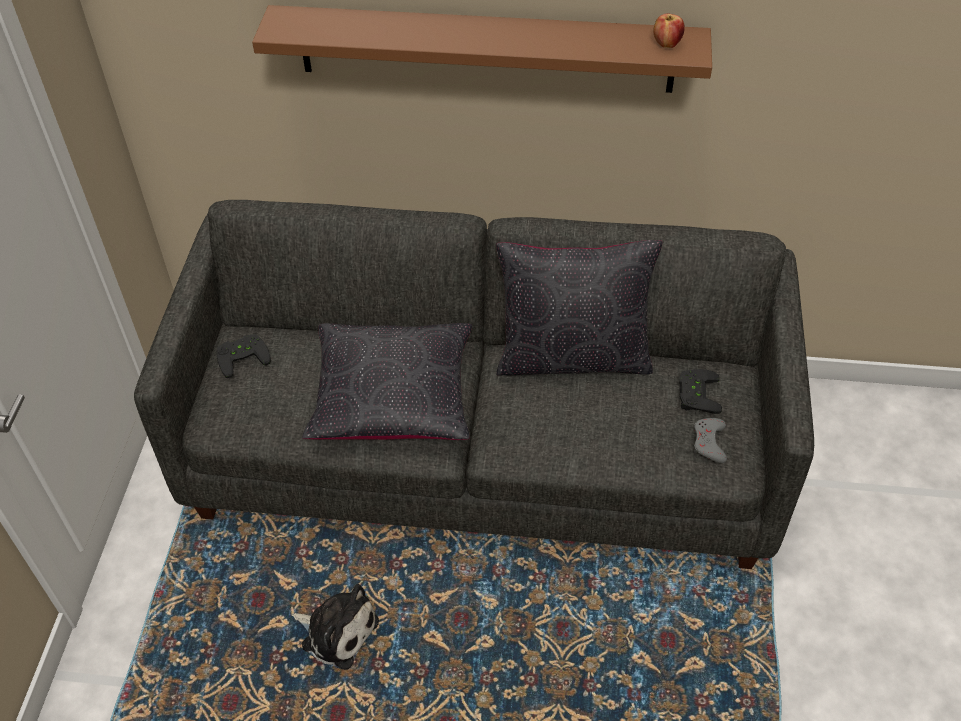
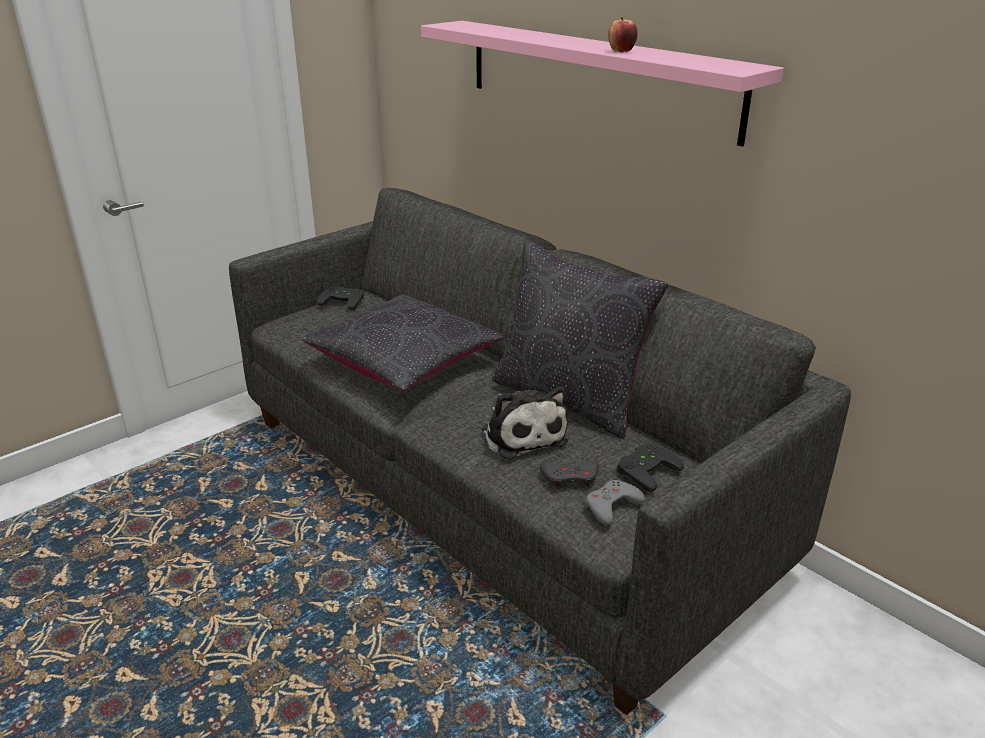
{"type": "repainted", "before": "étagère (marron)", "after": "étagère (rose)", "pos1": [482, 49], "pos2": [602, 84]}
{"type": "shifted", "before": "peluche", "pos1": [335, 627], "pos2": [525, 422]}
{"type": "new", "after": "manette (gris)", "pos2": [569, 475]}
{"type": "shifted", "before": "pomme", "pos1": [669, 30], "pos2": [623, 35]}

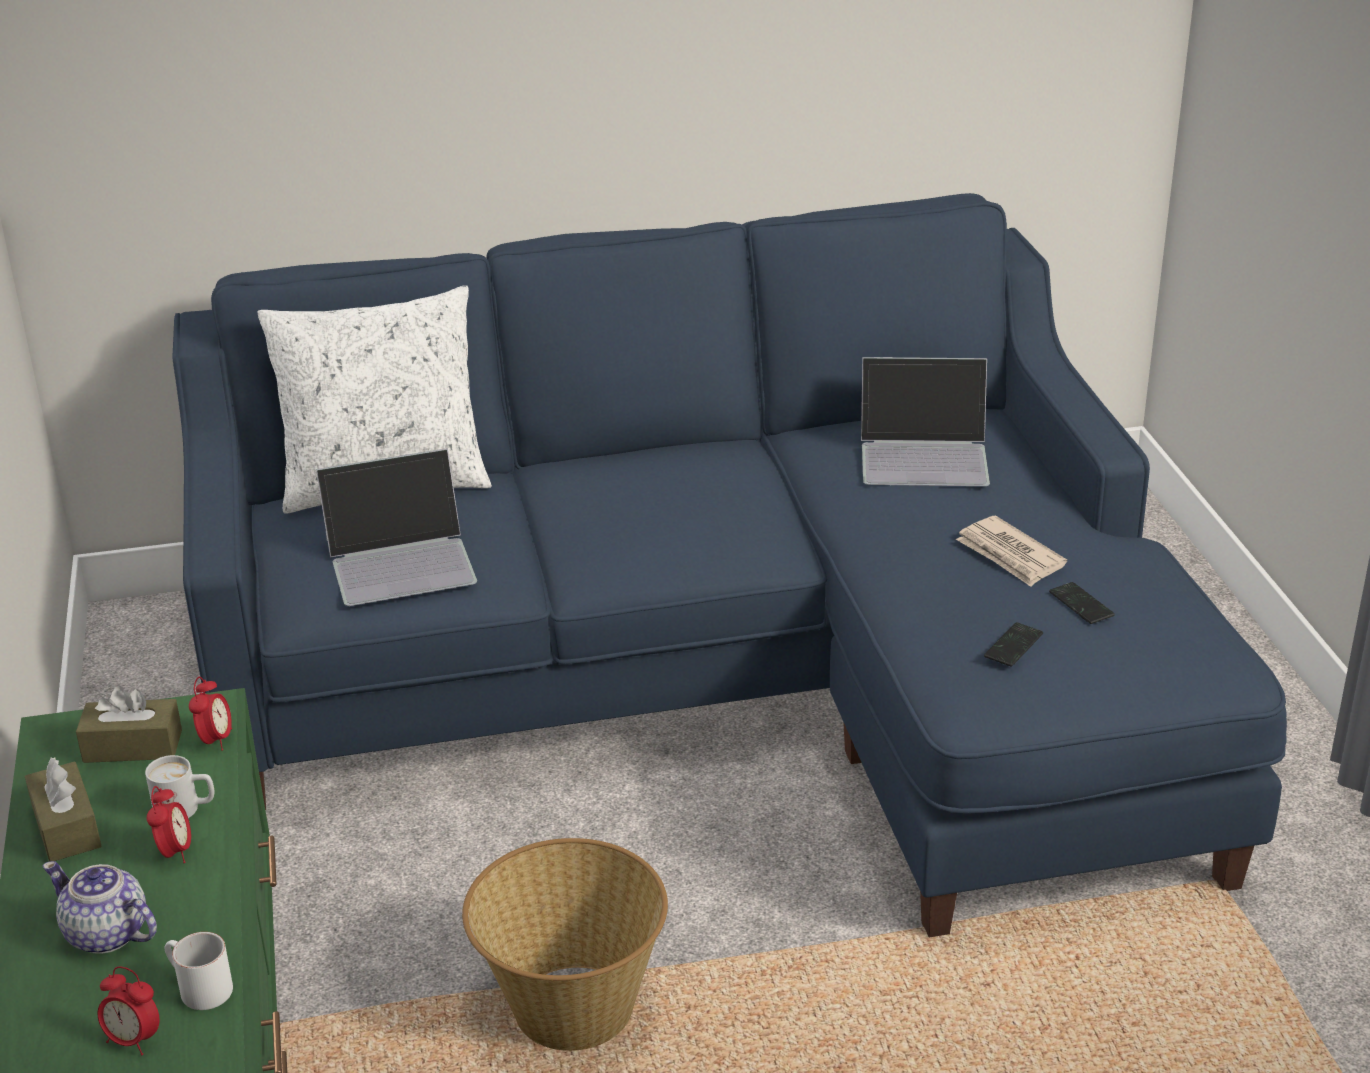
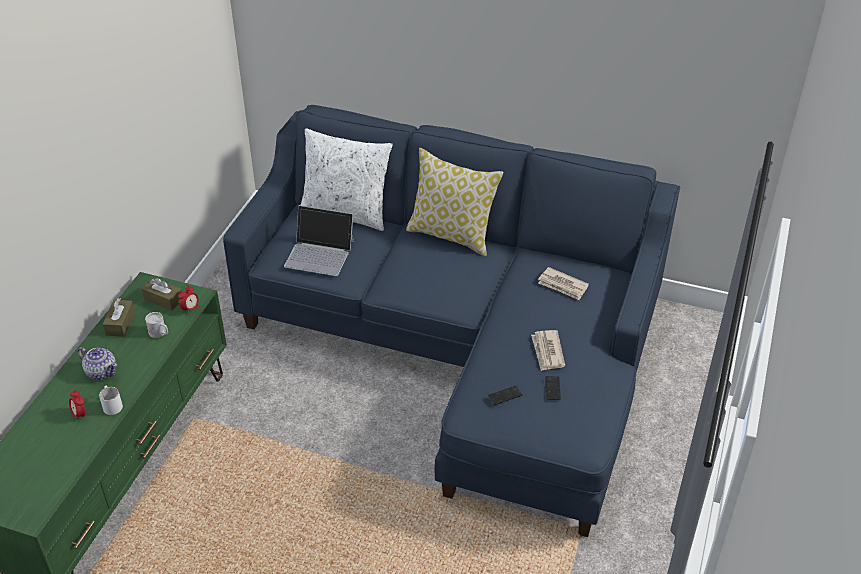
{"type": "rotated", "before": "théière", "pos1": [99, 907], "pos2": [97, 363], "turn": 150}
{"type": "new", "after": "coussin", "pos2": [455, 202]}
{"type": "swapped", "before": "ordinateur portable", "after": "journal", "pos1": [925, 421], "pos2": [563, 283]}
{"type": "gone", "before": "réveil", "pos1": [169, 824]}
{"type": "gone", "before": "panier", "pos1": [565, 944]}

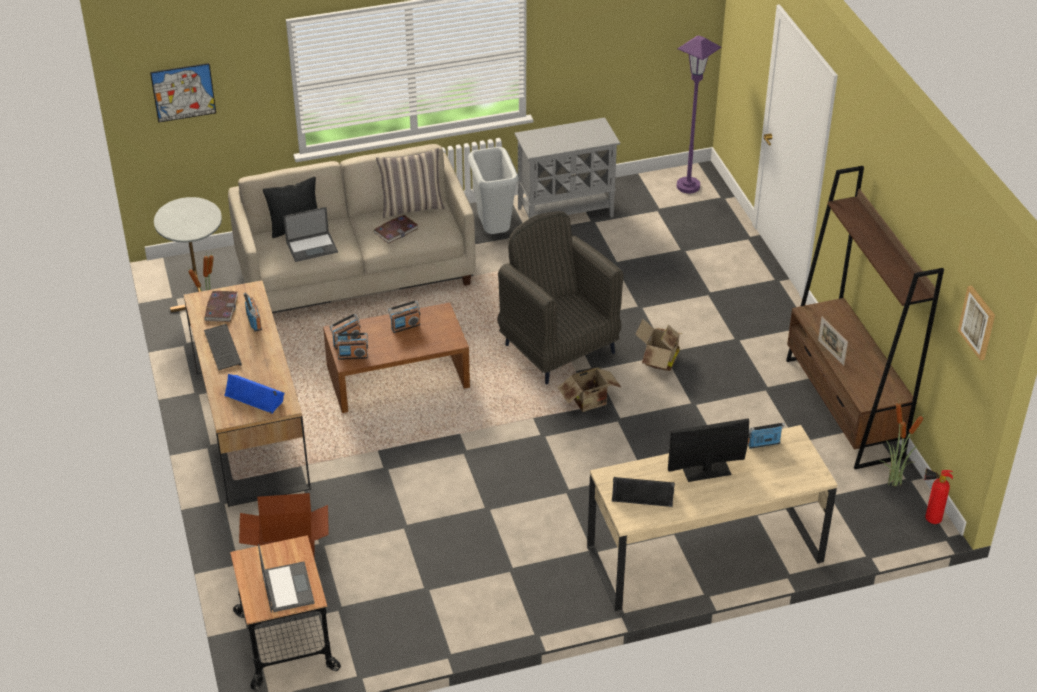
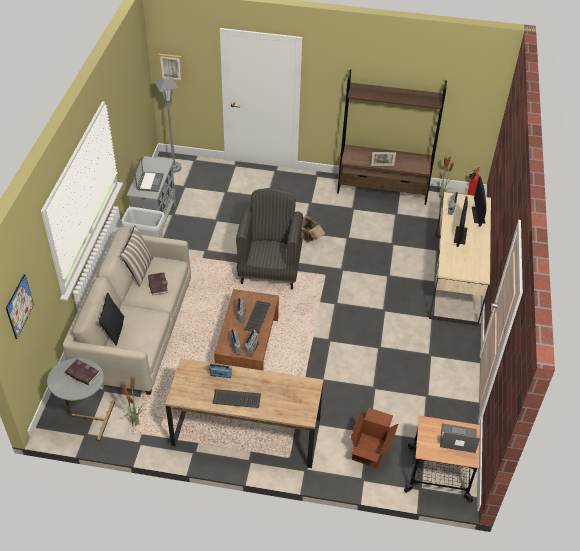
{"type": "shifted", "before": "livre", "pos1": [221, 306], "pos2": [82, 372]}
{"type": "shifted", "before": "ordinateur portable", "pos1": [310, 234], "pos2": [149, 175]}
{"type": "repainted", "before": "lampadaire (violet)", "after": "lampadaire (gris)", "pos1": [699, 114], "pos2": [167, 125]}
{"type": "shifted", "before": "tableau", "pos1": [976, 323], "pos2": [170, 68]}
{"type": "rotated", "before": "fauteuil (gris)", "pos1": [560, 297], "pos2": [269, 238], "turn": 105}
{"type": "new", "after": "clavier", "pos2": [258, 317]}
{"type": "new", "after": "écran d'ordinateur", "pos2": [479, 202]}
{"type": "gone", "before": "enceinte (bleu)", "pos1": [254, 394]}
{"type": "gone", "before": "carton", "pos1": [589, 390]}
{"type": "gone", "before": "enceinte (noir)", "pos1": [643, 492]}

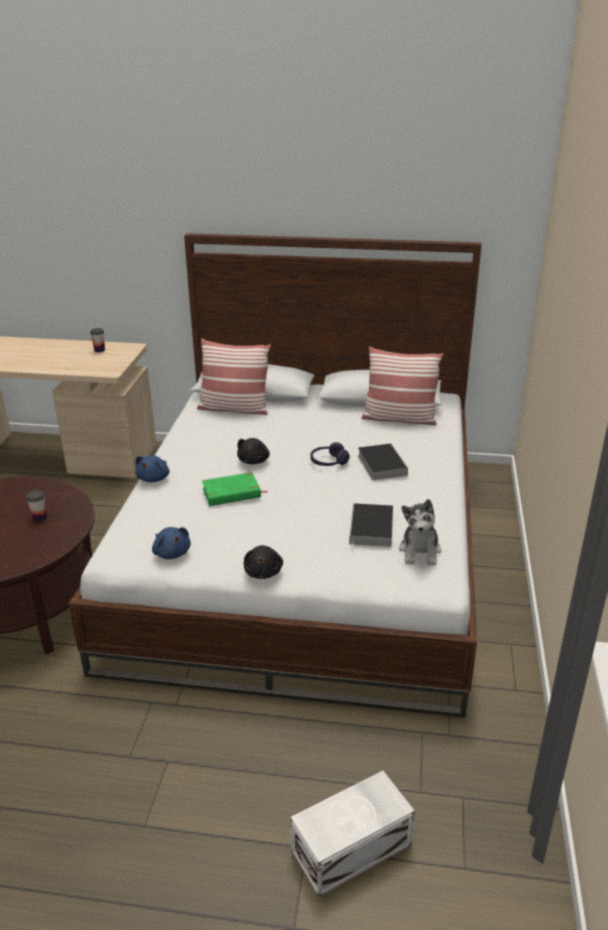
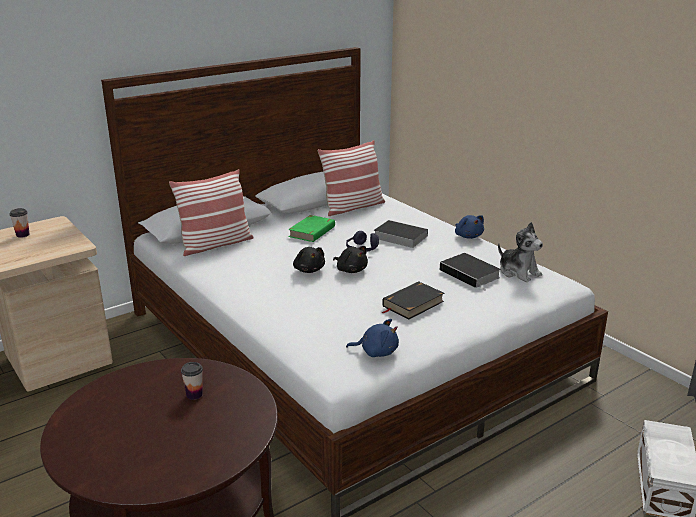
{"type": "shifted", "before": "livre (vert)", "pos1": [235, 489], "pos2": [311, 228]}
{"type": "shifted", "before": "peluche (noir)", "pos1": [263, 562], "pos2": [350, 259]}
{"type": "new", "after": "livre (noir)", "pos2": [412, 300]}
{"type": "shifted", "before": "peluche (bleu)", "pos1": [152, 468], "pos2": [469, 227]}

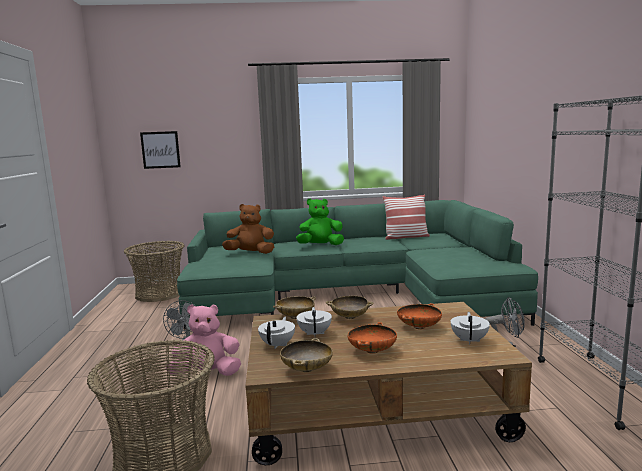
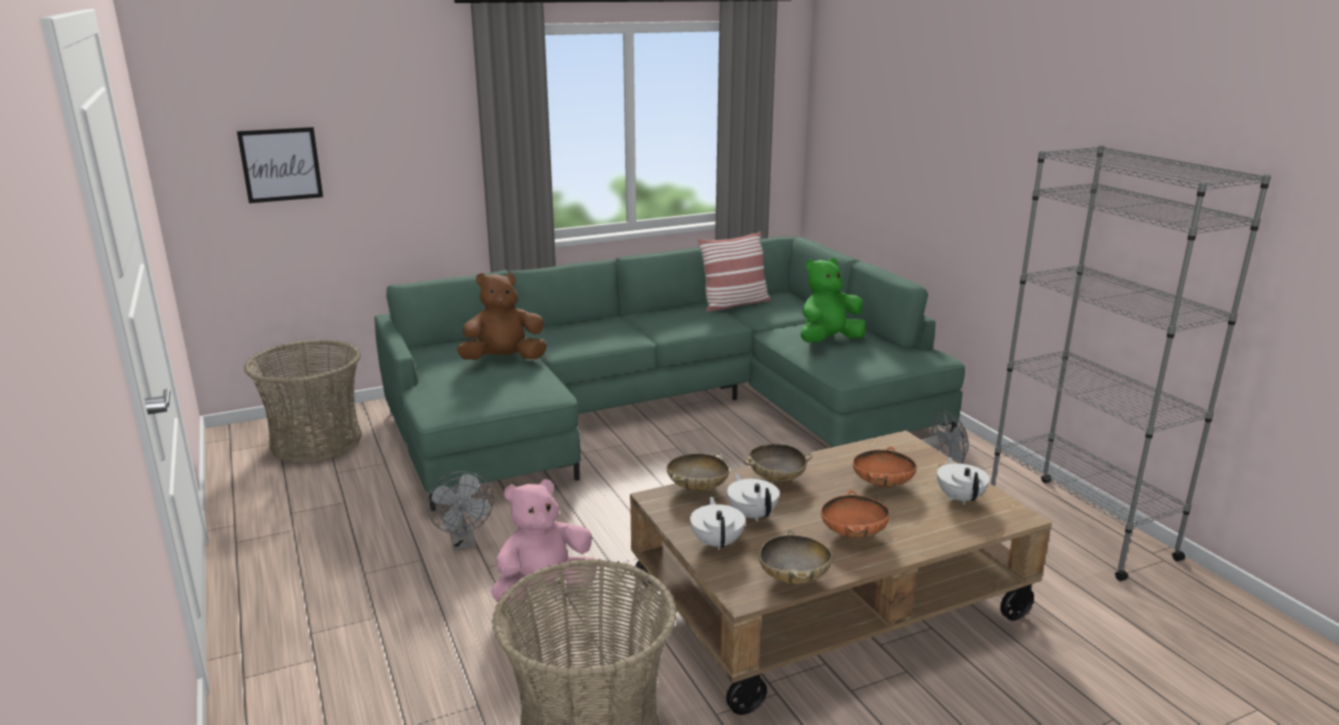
{"type": "shifted", "before": "peluche (vert)", "pos1": [320, 222], "pos2": [833, 300]}

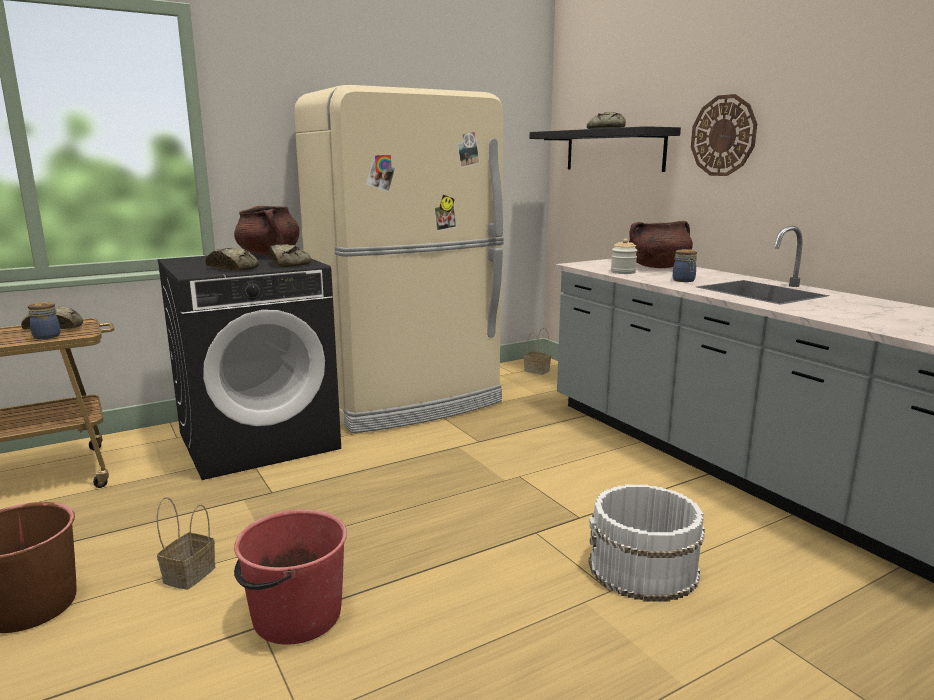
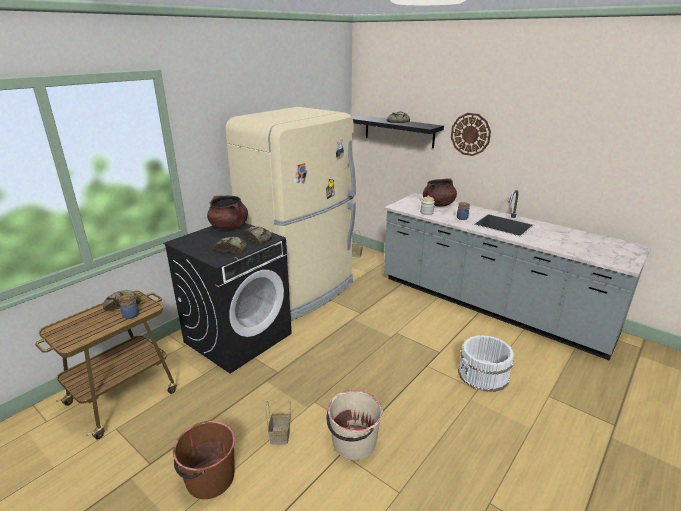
{"type": "repainted", "before": "seau (rouge)", "after": "seau (beige)", "pos1": [290, 577], "pos2": [355, 425]}

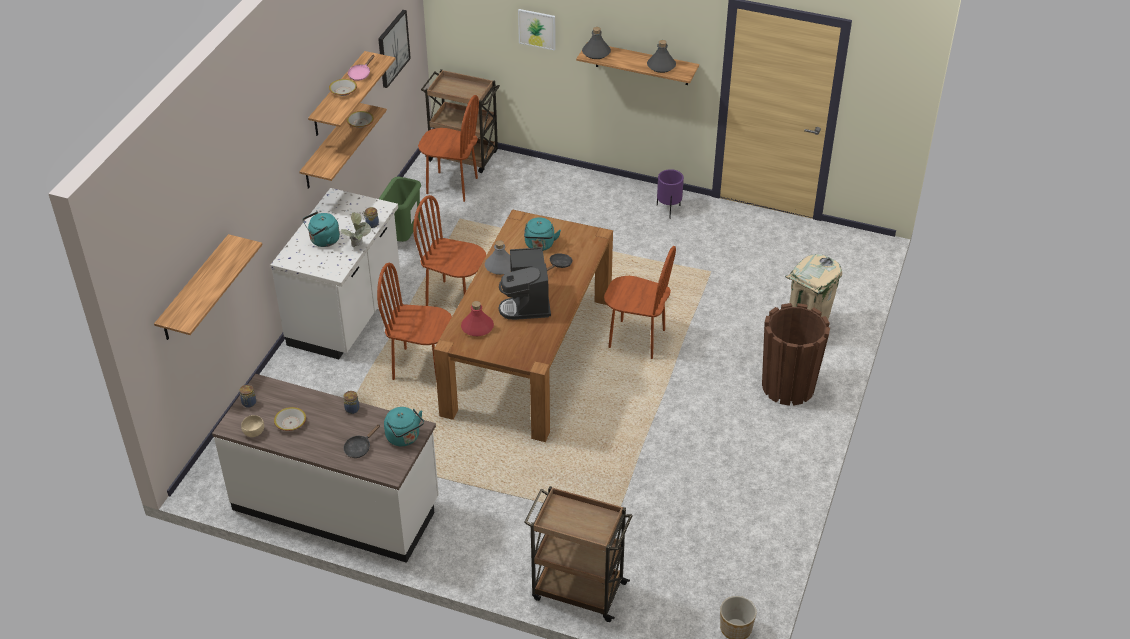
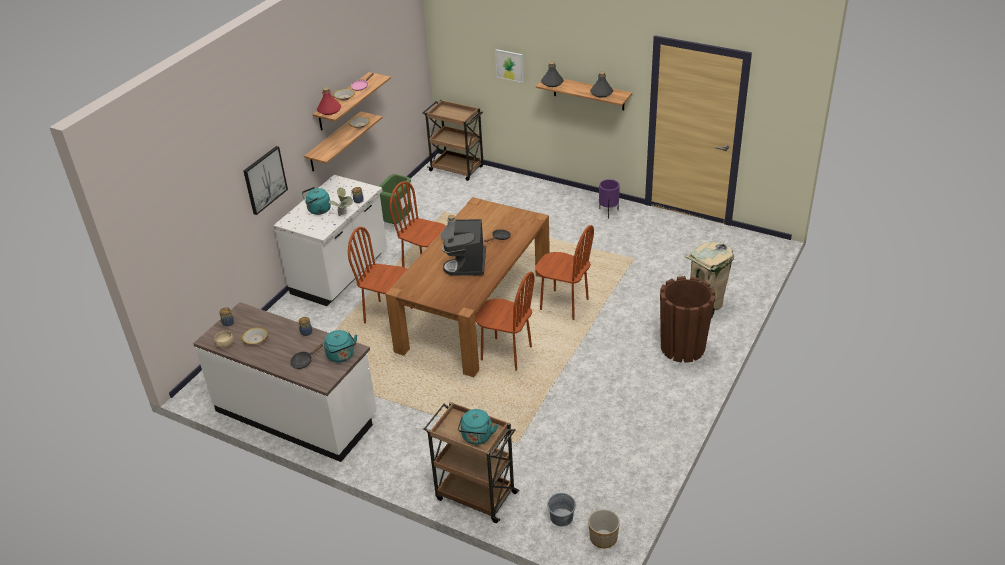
{"type": "shifted", "before": "tableau", "pos1": [394, 49], "pos2": [265, 180]}
{"type": "shifted", "before": "bouteille (rouge)", "pos1": [477, 318], "pos2": [329, 101]}
{"type": "shifted", "before": "bouilloire (turquoise)", "pos1": [542, 234], "pos2": [478, 427]}
{"type": "shifted", "before": "chaise (marron)", "pos1": [448, 148], "pos2": [505, 321]}
{"type": "new", "after": "seau (gris)", "pos2": [561, 509]}
{"type": "gone", "before": "étagère", "pos1": [208, 287]}

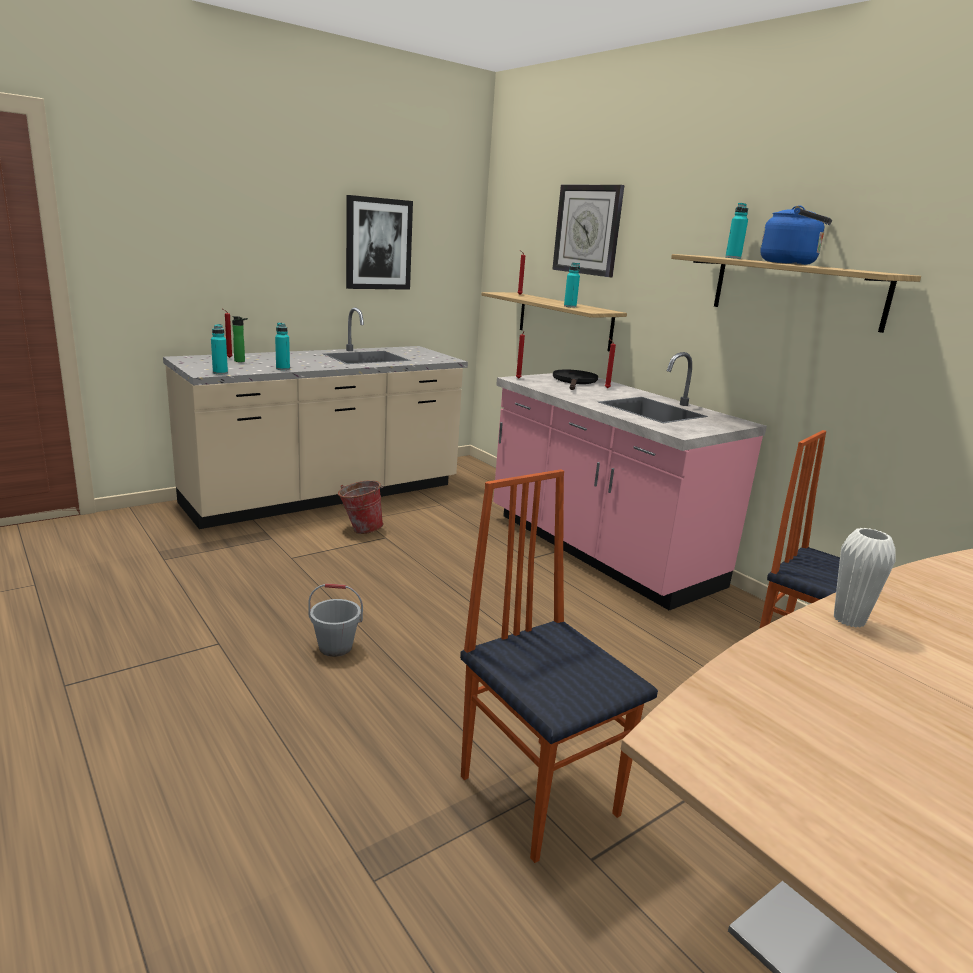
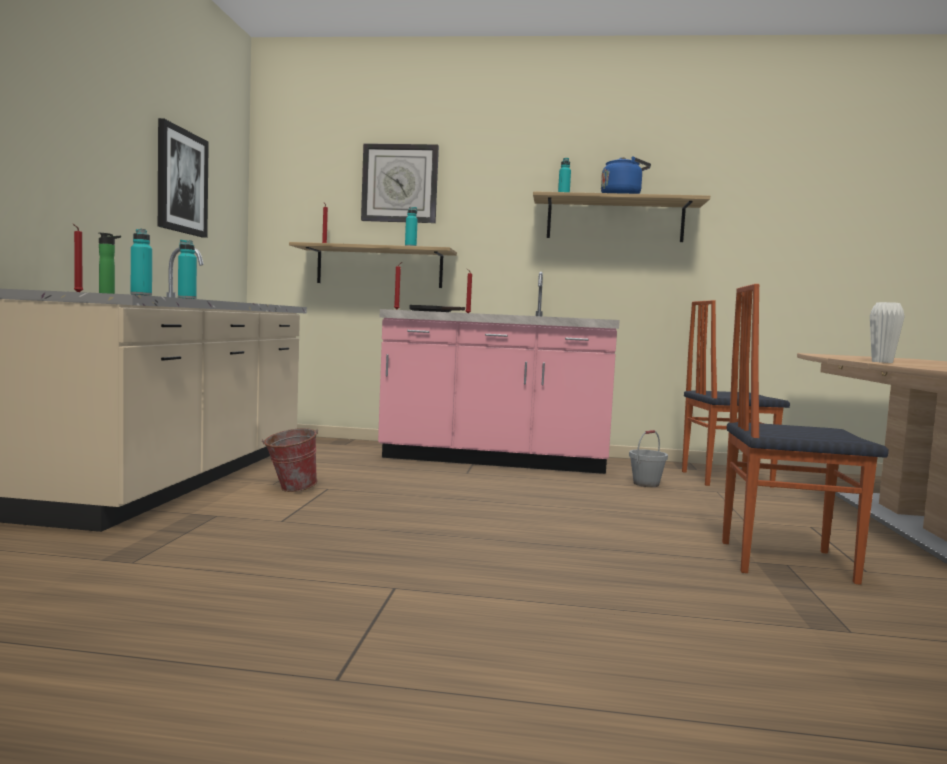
{"type": "shifted", "before": "seau (gris)", "pos1": [335, 620], "pos2": [648, 458]}

